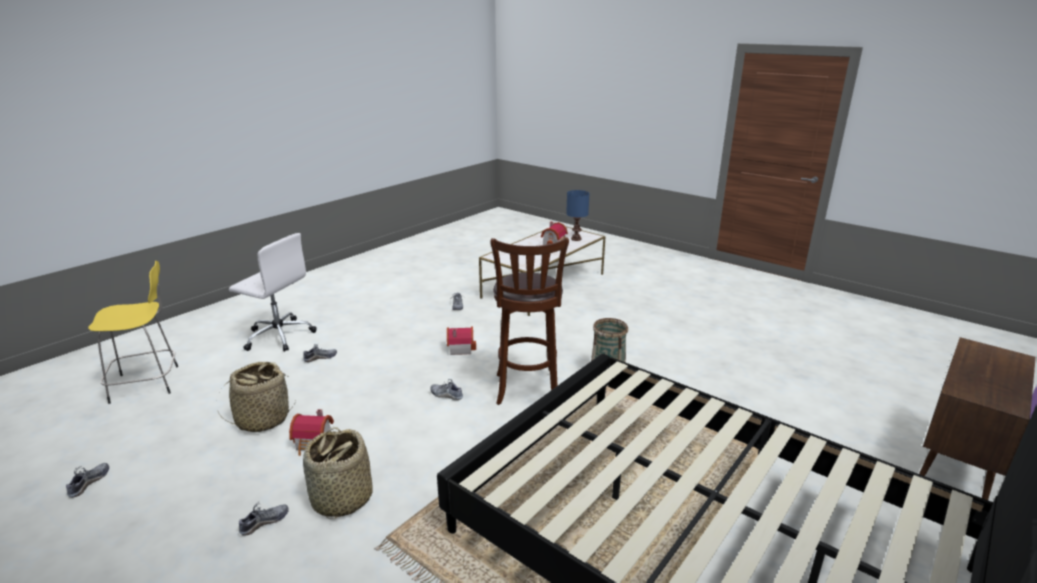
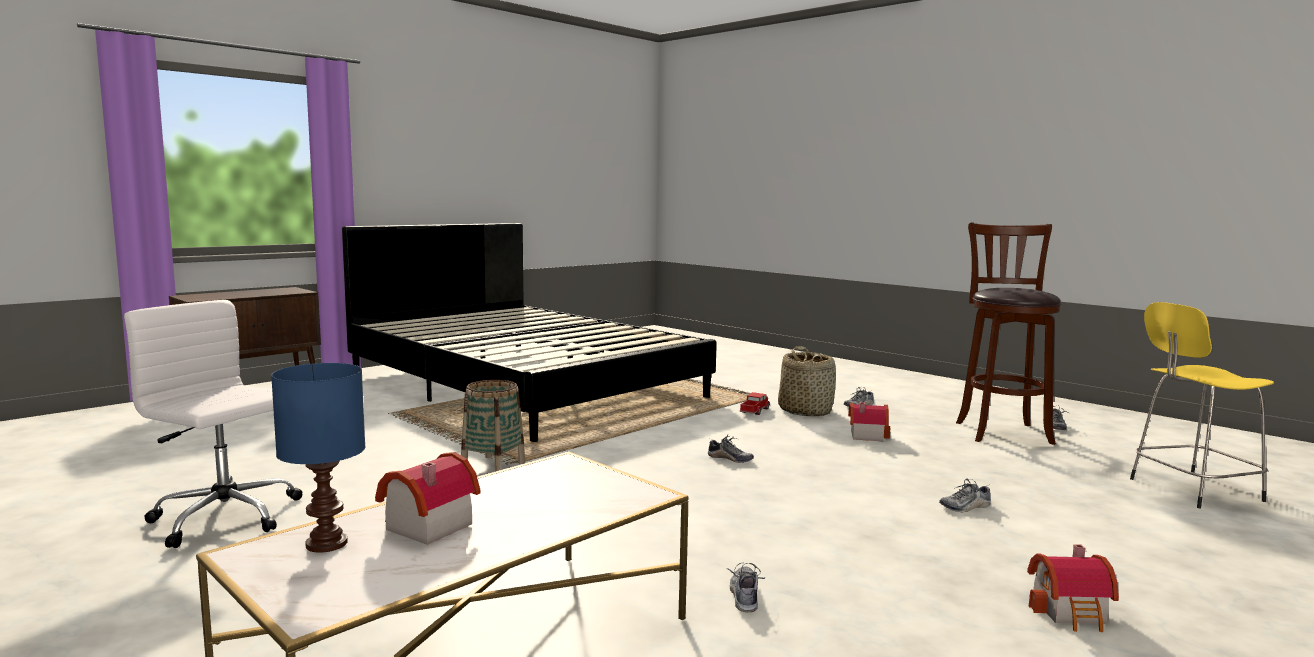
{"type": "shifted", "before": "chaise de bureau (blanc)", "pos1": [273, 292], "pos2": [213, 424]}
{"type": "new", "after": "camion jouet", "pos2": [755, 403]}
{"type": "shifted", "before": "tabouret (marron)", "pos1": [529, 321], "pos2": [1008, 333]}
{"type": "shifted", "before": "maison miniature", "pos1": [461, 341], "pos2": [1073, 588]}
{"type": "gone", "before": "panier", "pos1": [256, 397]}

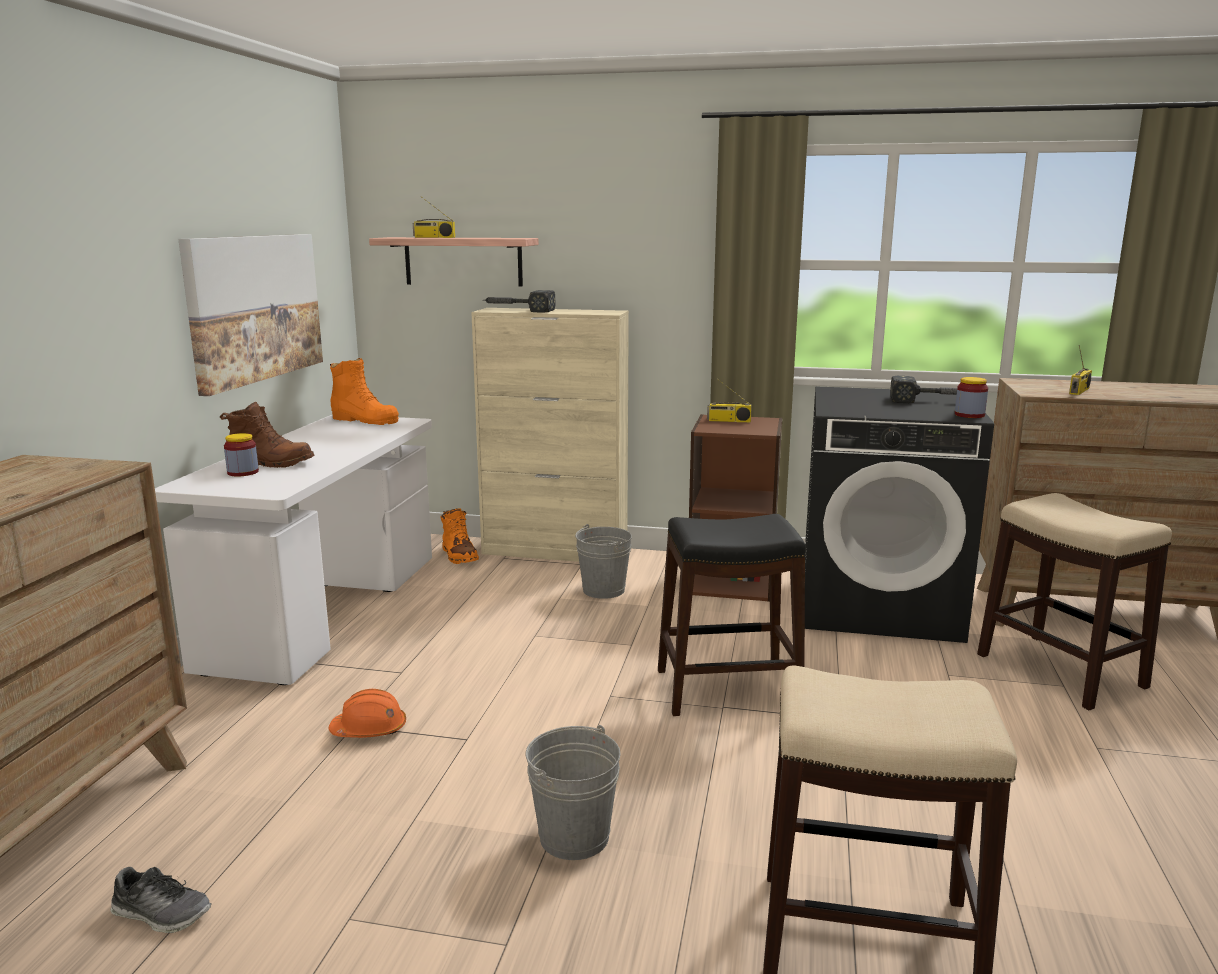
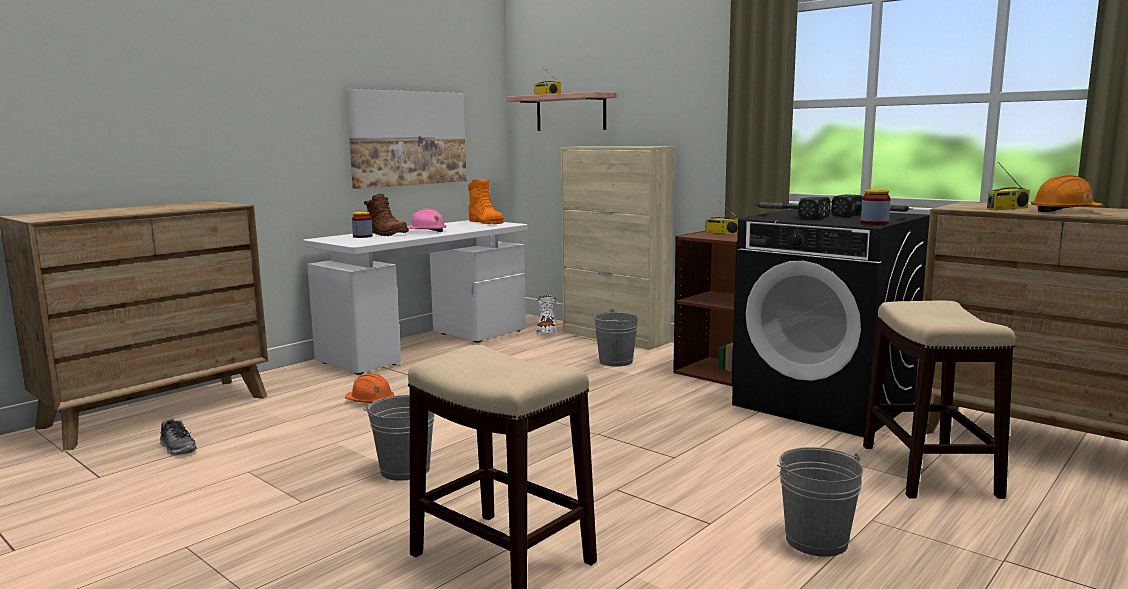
{"type": "new", "after": "casque de chantier (rose)", "pos2": [426, 220]}
{"type": "repainted", "before": "botte (orange)", "after": "botte (blanc)", "pos1": [460, 536], "pos2": [546, 314]}
{"type": "shifted", "before": "marteau", "pos1": [519, 301], "pos2": [793, 208]}
{"type": "new", "after": "seau (gris)", "pos2": [820, 502]}
{"type": "new", "after": "casque de chantier (orange)", "pos2": [1067, 193]}
{"type": "gone", "before": "tabouret (noir)", "pos1": [732, 615]}

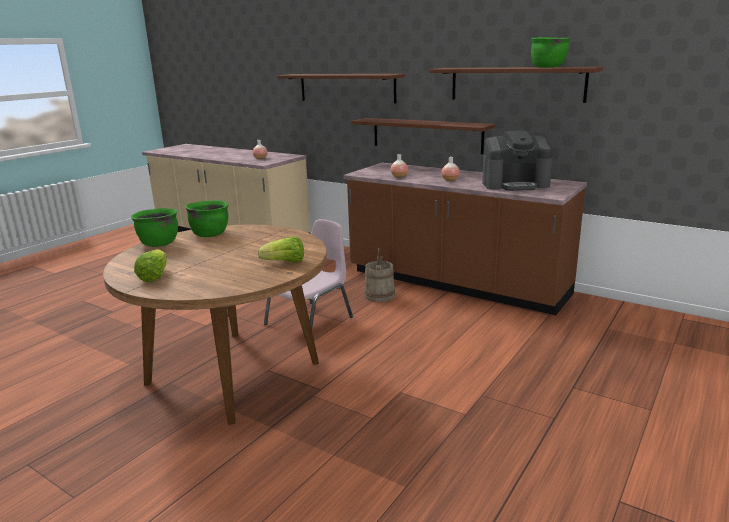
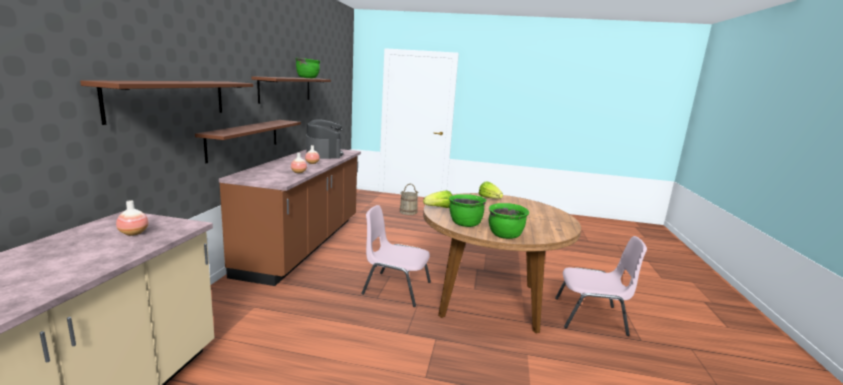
{"type": "shifted", "before": "seau (beige)", "pos1": [379, 275], "pos2": [409, 199]}
{"type": "shifted", "before": "laitue", "pos1": [150, 265], "pos2": [438, 199]}
{"type": "new", "after": "chaise (rose)", "pos2": [601, 286]}

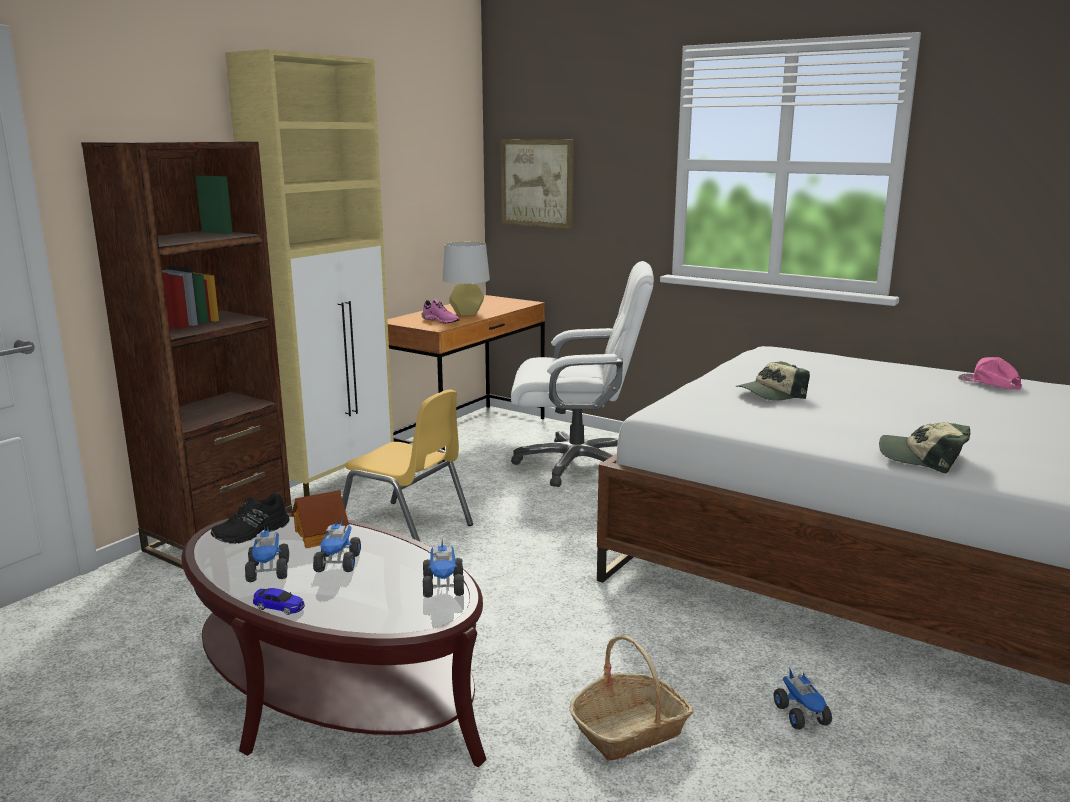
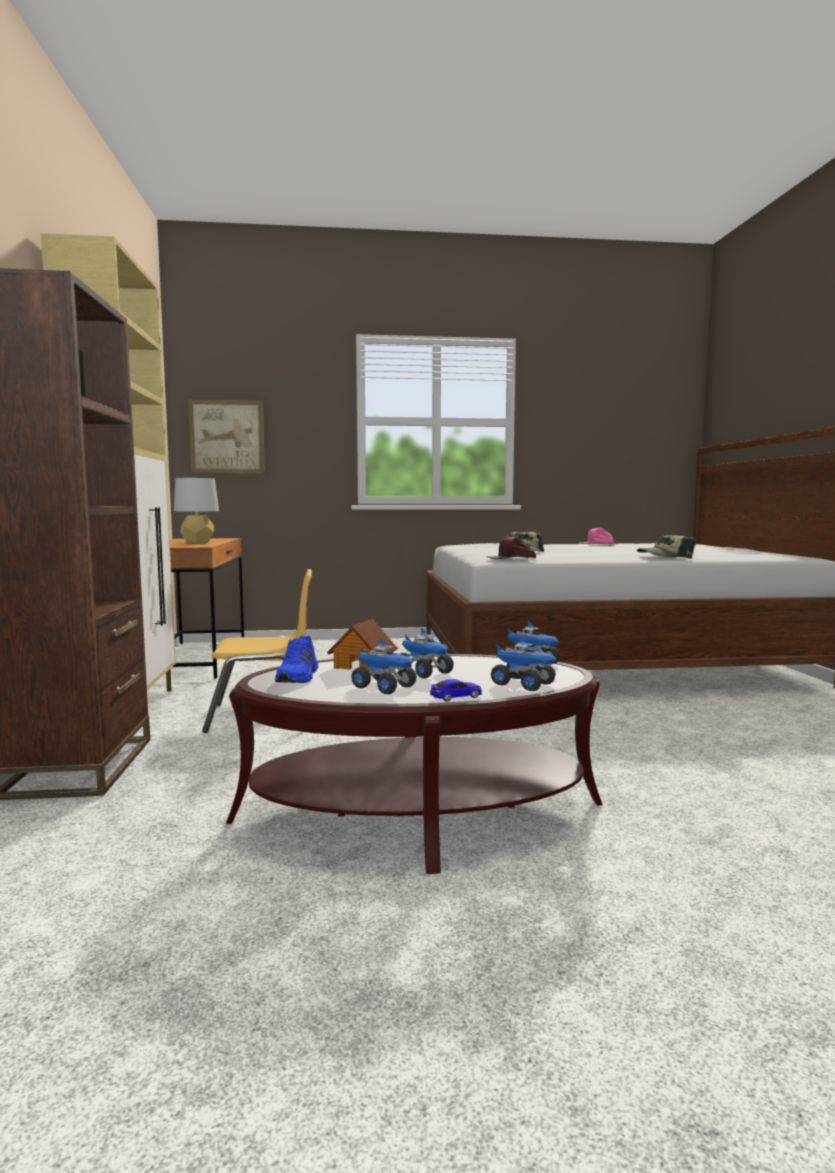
{"type": "repainted", "before": "chaussure (noir)", "after": "chaussure (bleu)", "pos1": [250, 518], "pos2": [296, 659]}
{"type": "new", "after": "casquette (marron)", "pos2": [512, 547]}
{"type": "shifted", "before": "camion jouet", "pos1": [803, 699], "pos2": [523, 663]}
{"type": "gone", "before": "chaussure (rose)", "pos1": [441, 311]}
{"type": "gone", "before": "chaise de bureau (blanc)", "pos1": [582, 374]}
{"type": "gone", "before": "panier", "pos1": [631, 698]}

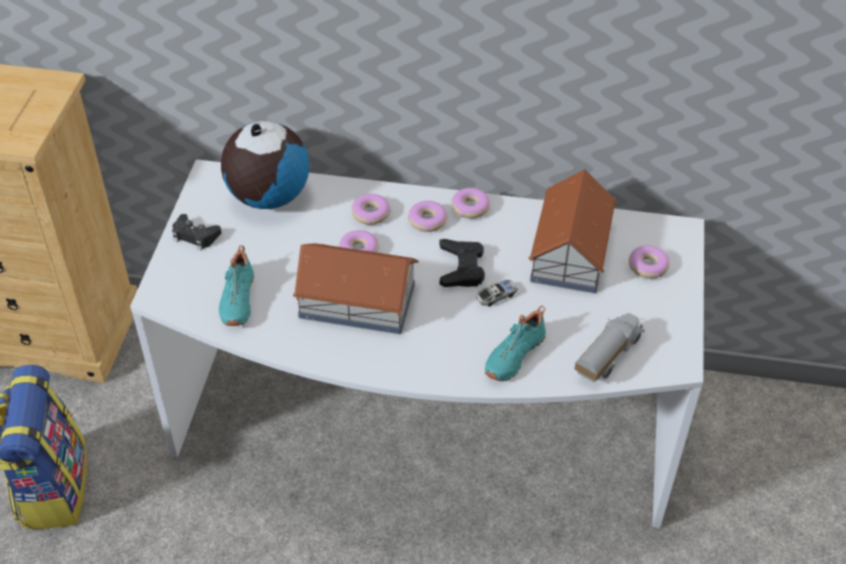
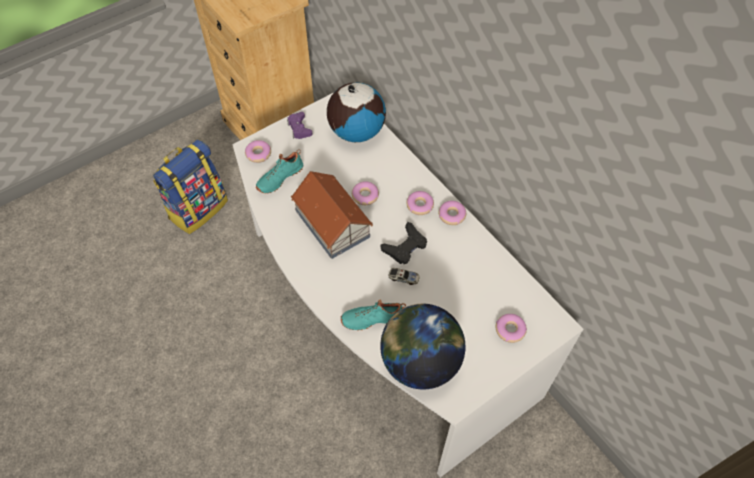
{"type": "shifted", "before": "beignet", "pos1": [371, 209], "pos2": [258, 151]}
{"type": "repainted", "before": "manette (noir)", "after": "manette (violet)", "pos1": [196, 232], "pos2": [299, 125]}
{"type": "swapped", "before": "camion jouet", "after": "globe", "pos1": [609, 348], "pos2": [423, 347]}
{"type": "gone", "before": "maison miniature", "pos1": [572, 231]}

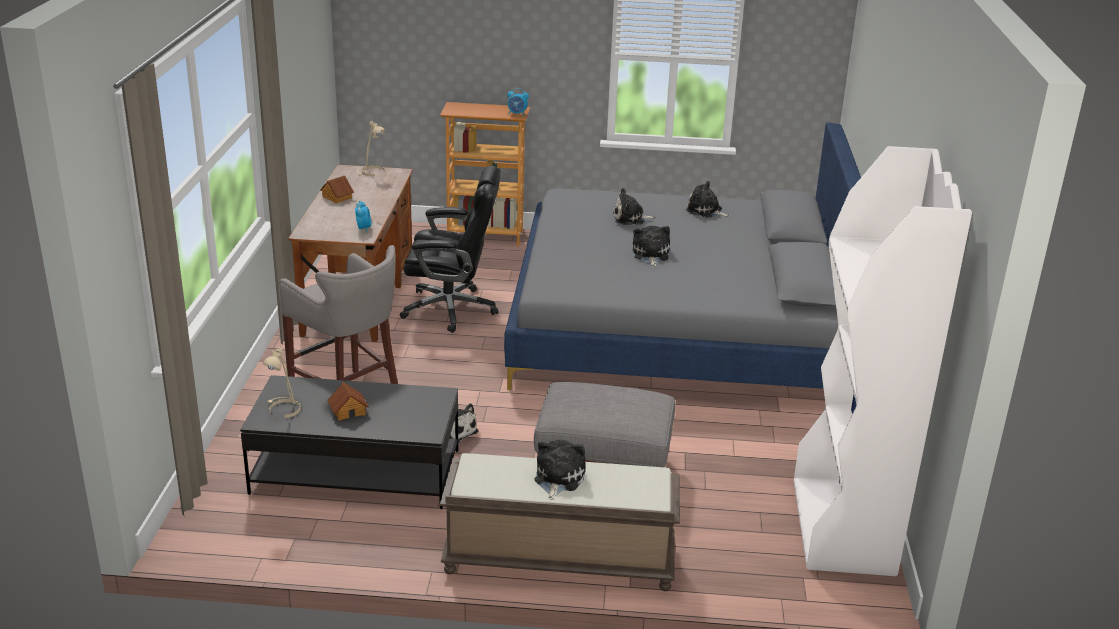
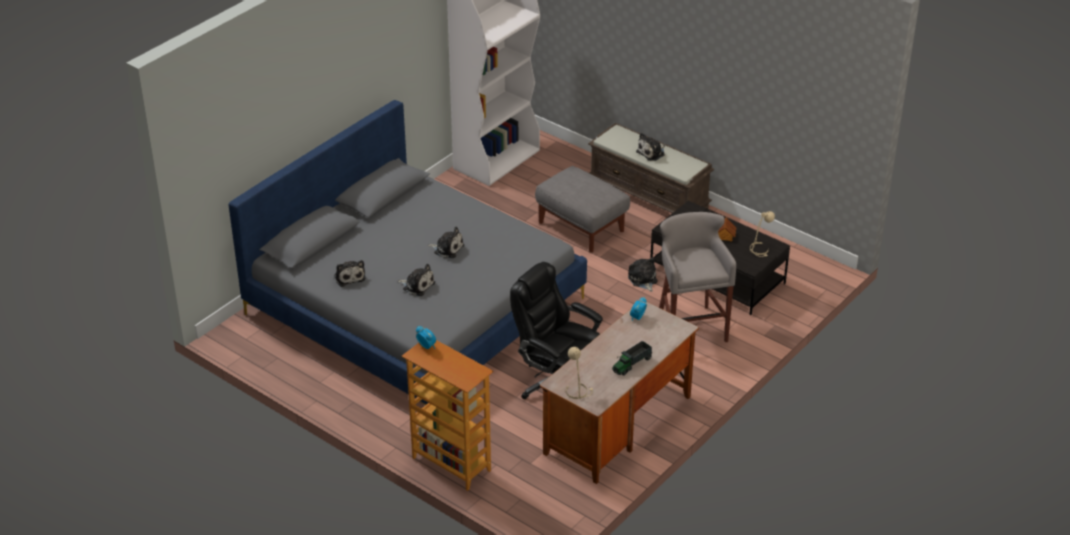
{"type": "rotated", "before": "peluche", "pos1": [651, 246], "pos2": [445, 242], "turn": -105}
{"type": "swapped", "before": "maison miniature", "after": "camion jouet", "pos1": [337, 190], "pos2": [632, 358]}

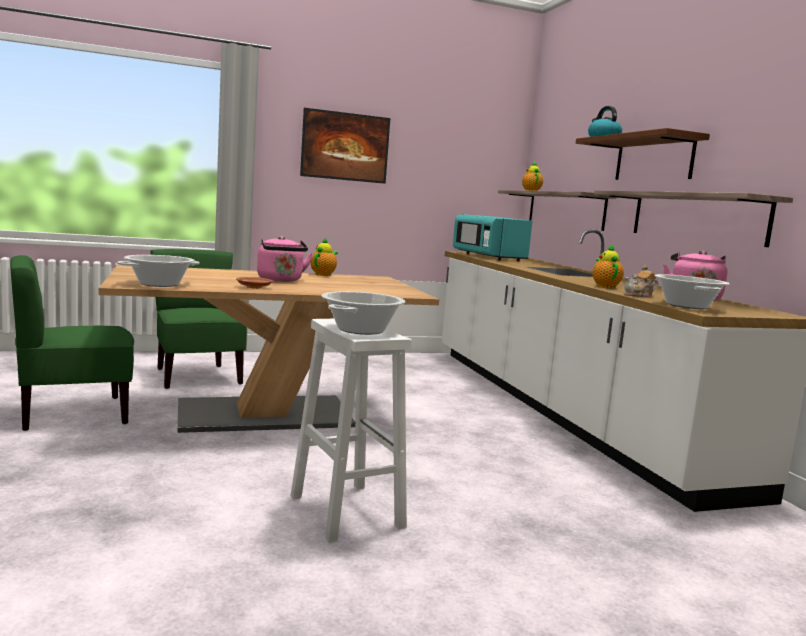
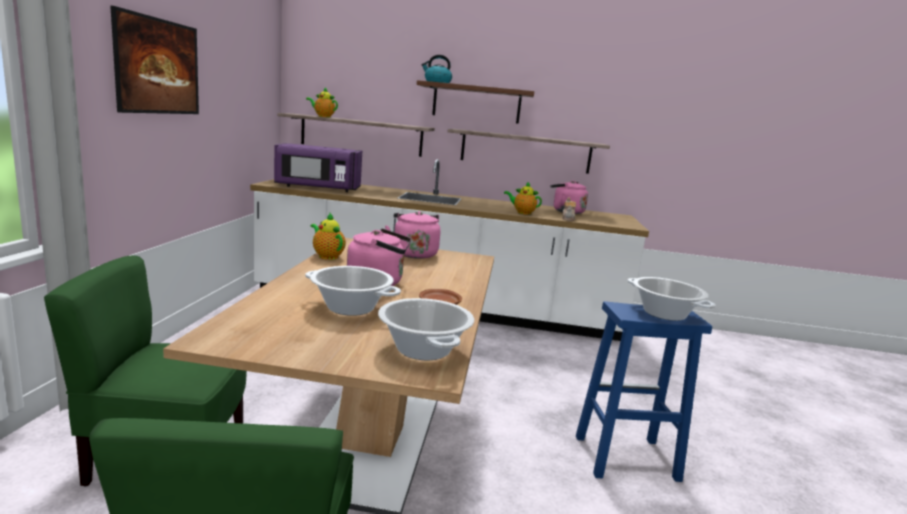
{"type": "repainted", "before": "micro-ondes (turquoise)", "after": "micro-ondes (violet)", "pos1": [492, 237], "pos2": [318, 167]}
{"type": "shifted", "before": "marmite", "pos1": [691, 291], "pos2": [353, 291]}
{"type": "new", "after": "bouilloire (rose)", "pos2": [413, 235]}
{"type": "repainted", "before": "tabouret (blanc)", "after": "tabouret (bleu)", "pos1": [351, 431], "pos2": [644, 391]}

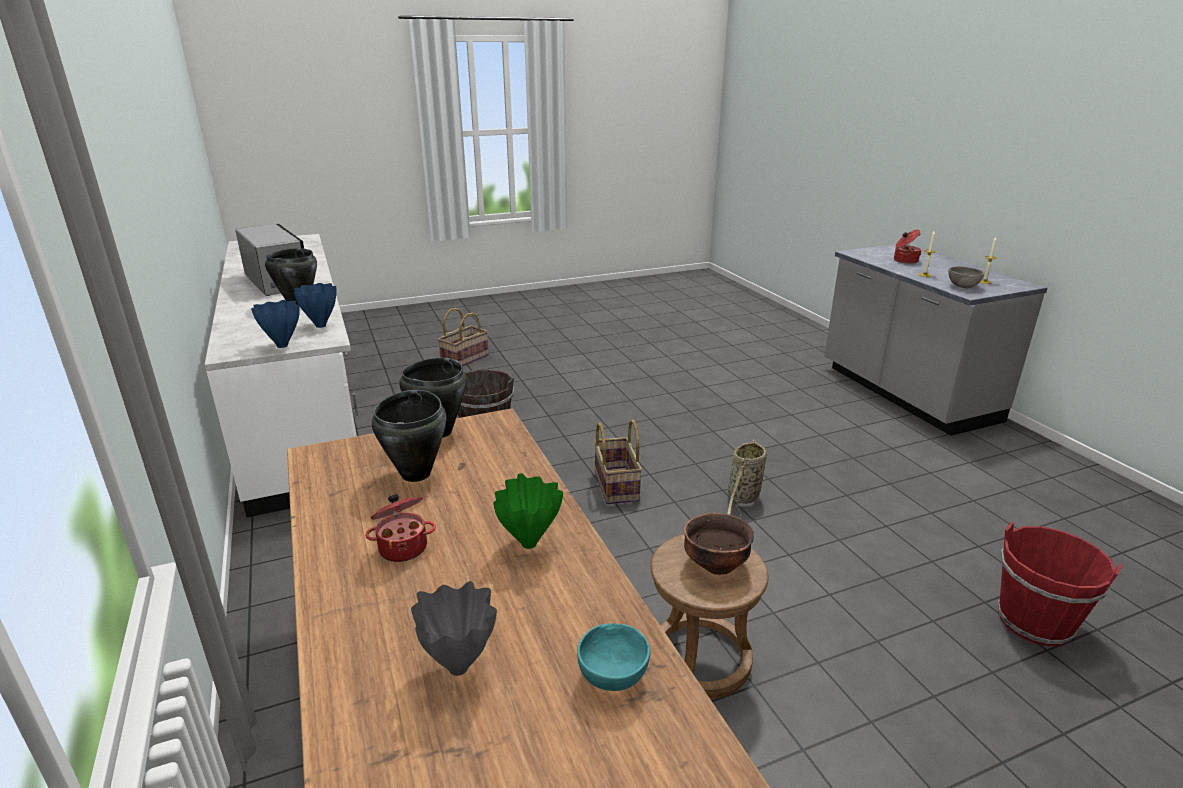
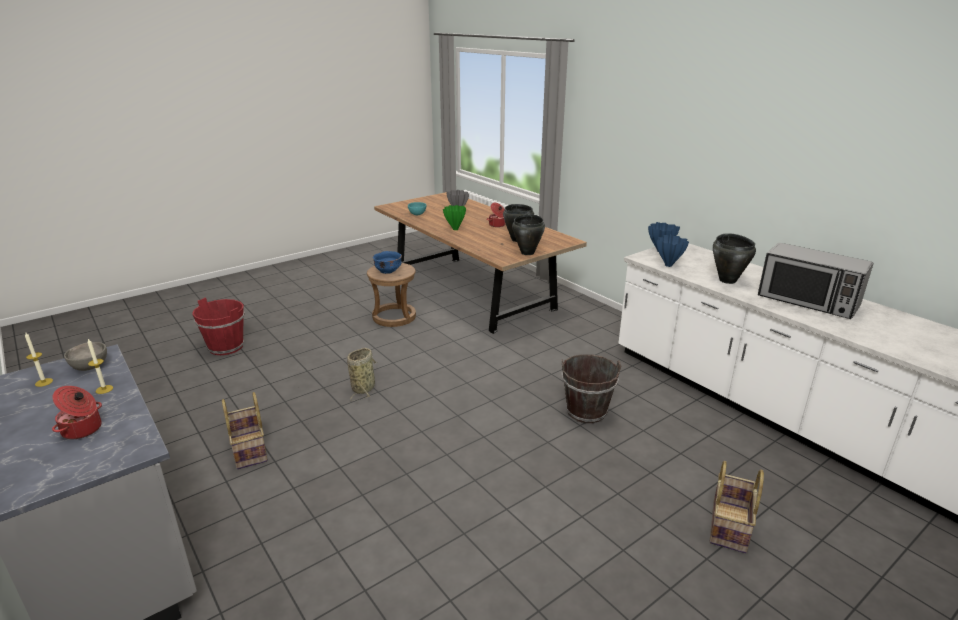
{"type": "shifted", "before": "panier", "pos1": [618, 462], "pos2": [245, 430]}
{"type": "repainted", "before": "bol (marron)", "after": "bol (bleu)", "pos1": [719, 544], "pos2": [387, 262]}

